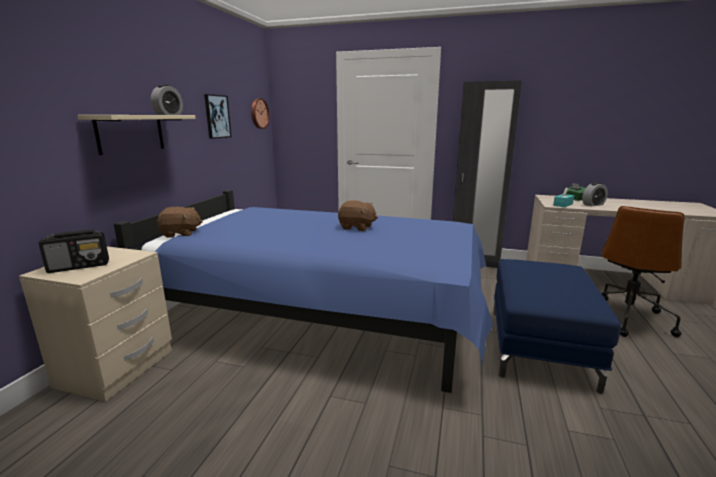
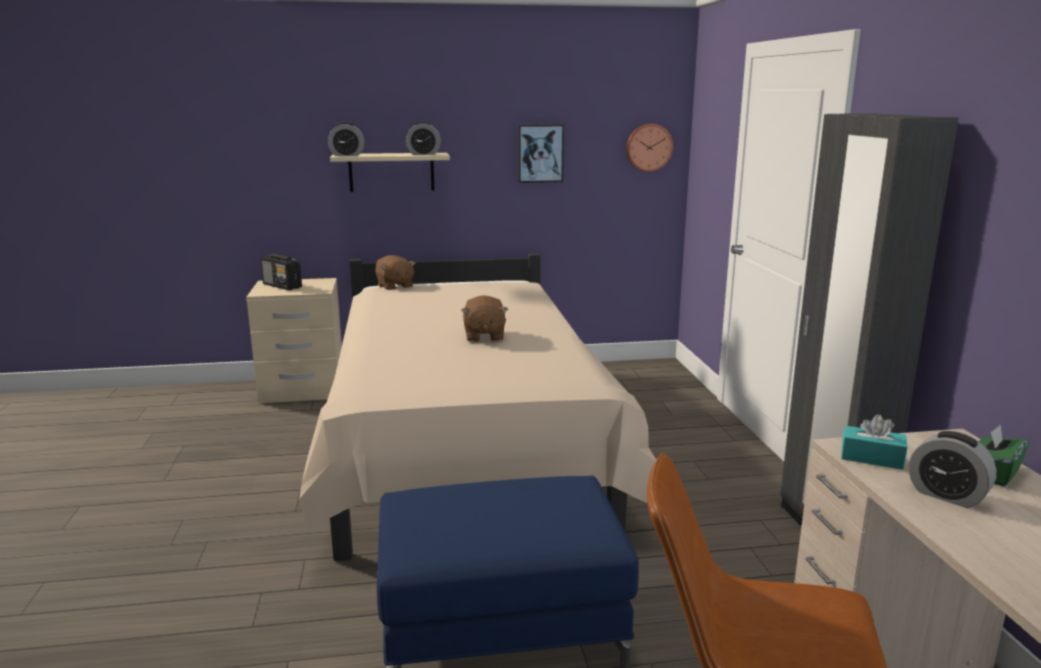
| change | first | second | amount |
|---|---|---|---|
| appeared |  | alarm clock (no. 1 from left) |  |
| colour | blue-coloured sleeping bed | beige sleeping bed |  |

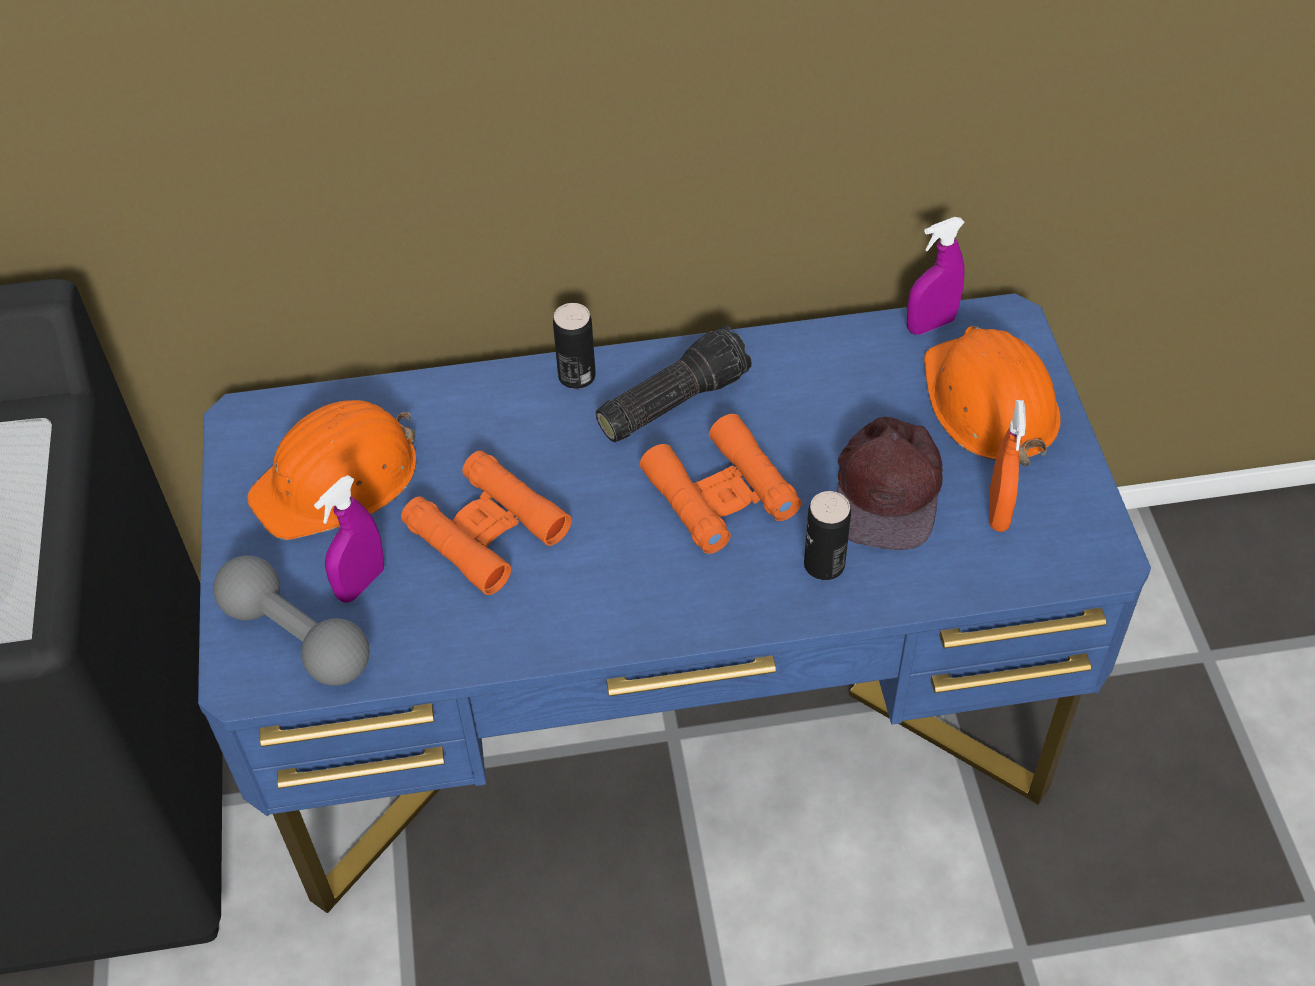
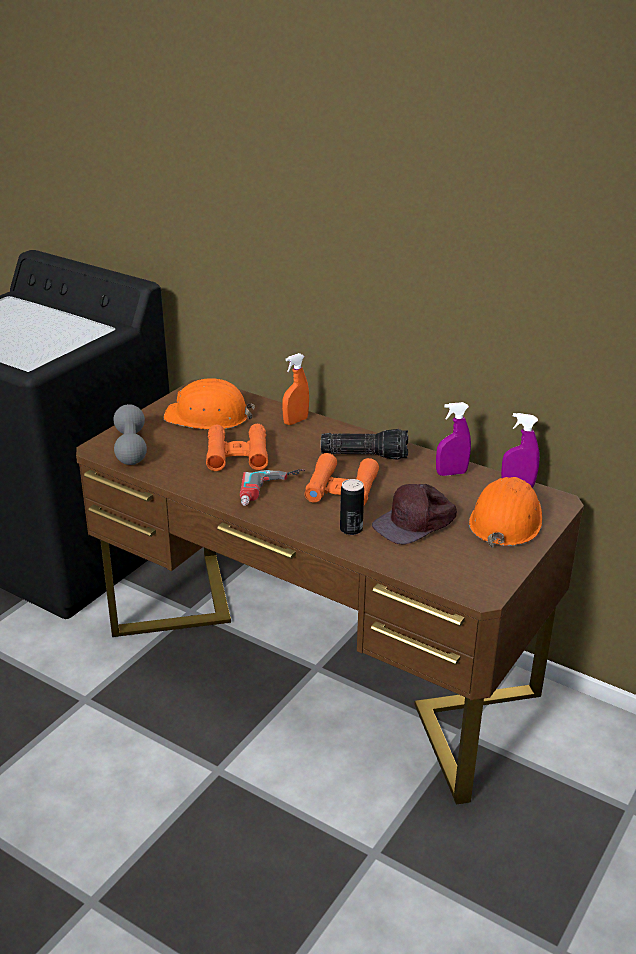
| change | first | second | amount |
|---|---|---|---|
| missing | can (no. 1 from left) |  |  |
| appeared |  | drill |  |
| relocated | purplish spray bottle (no. 1 from left) |  |  |
| relocated | orangey spray bottle |  |  |
| colour | blue-coloured desk | brown desk |  |

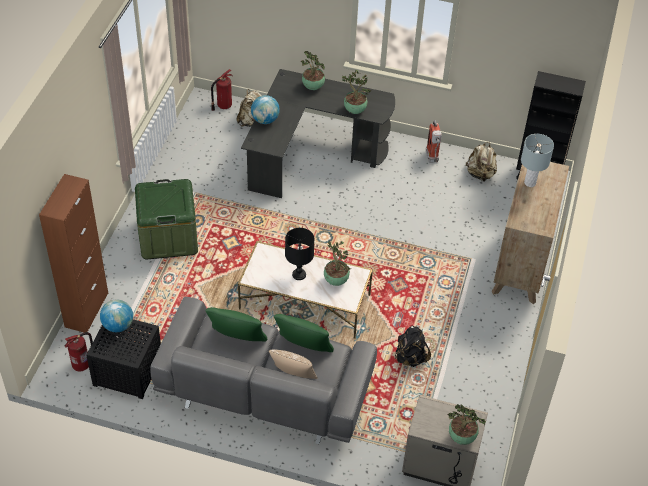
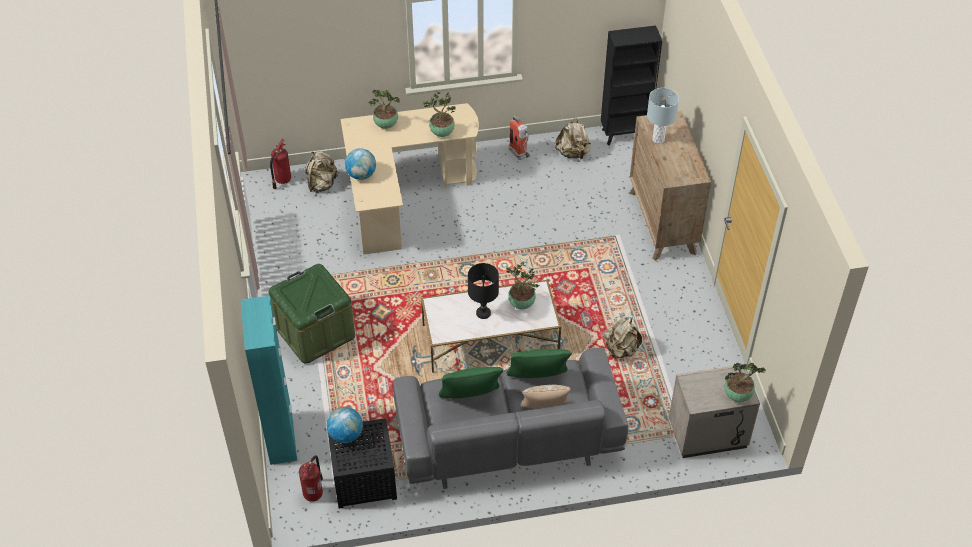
| change | first | second | amount |
|---|---|---|---|
| colour | brown storage cabinet | turquoise-coloured storage cabinet |  |
| colour | black desk | beige desk |  |
| colour | black knapsack | beige knapsack (no. 3 from left) |  |

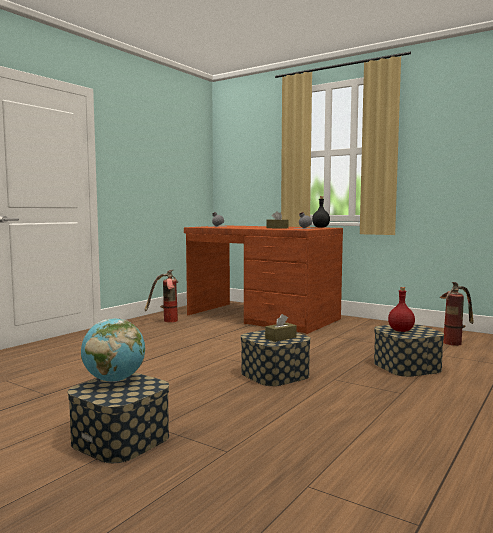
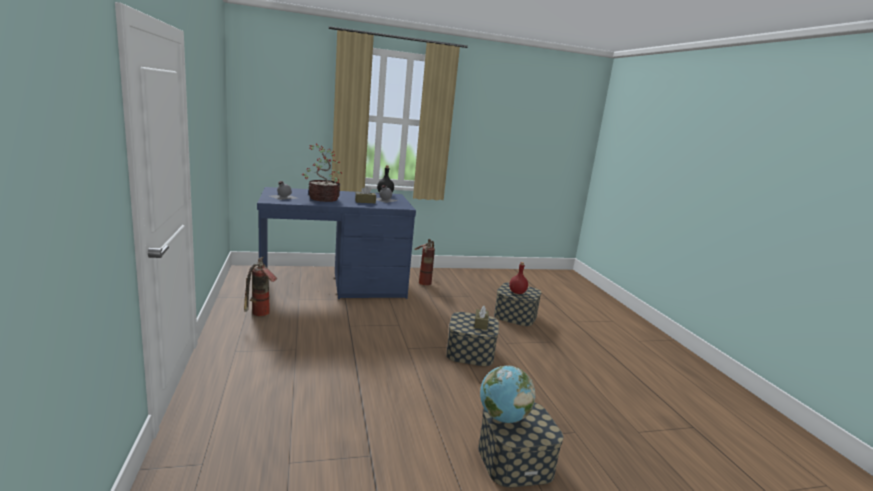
| change | first | second | amount |
|---|---|---|---|
| appeared |  | potted plant |  |
| relocated | extinguisher (no. 2 from left) |  |  |
| colour | brown desk | blue-coloured desk |  |

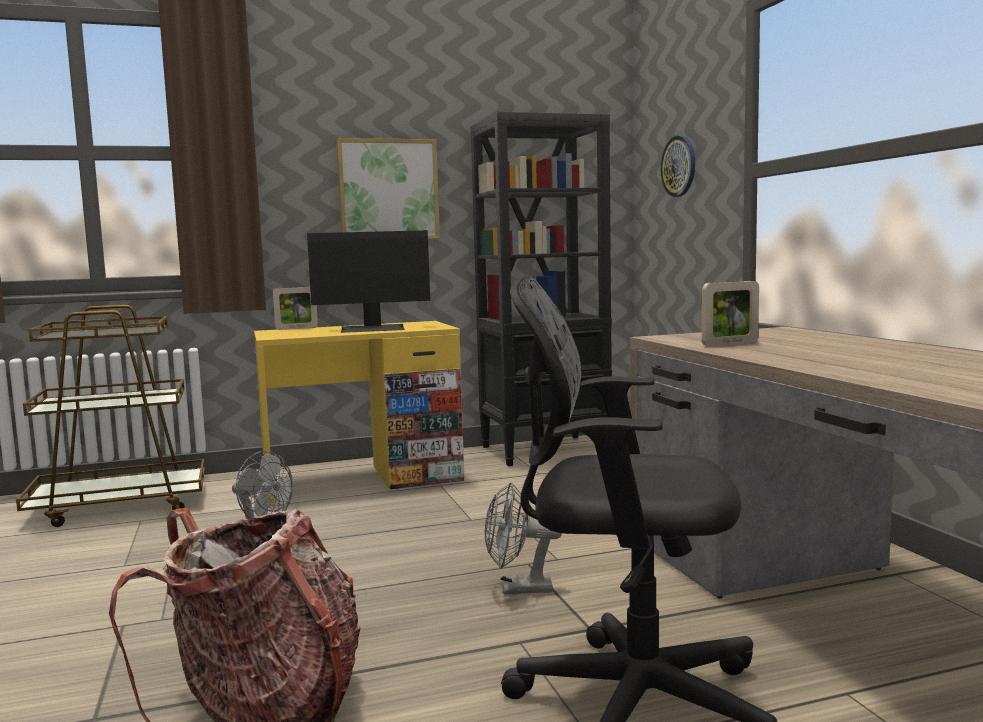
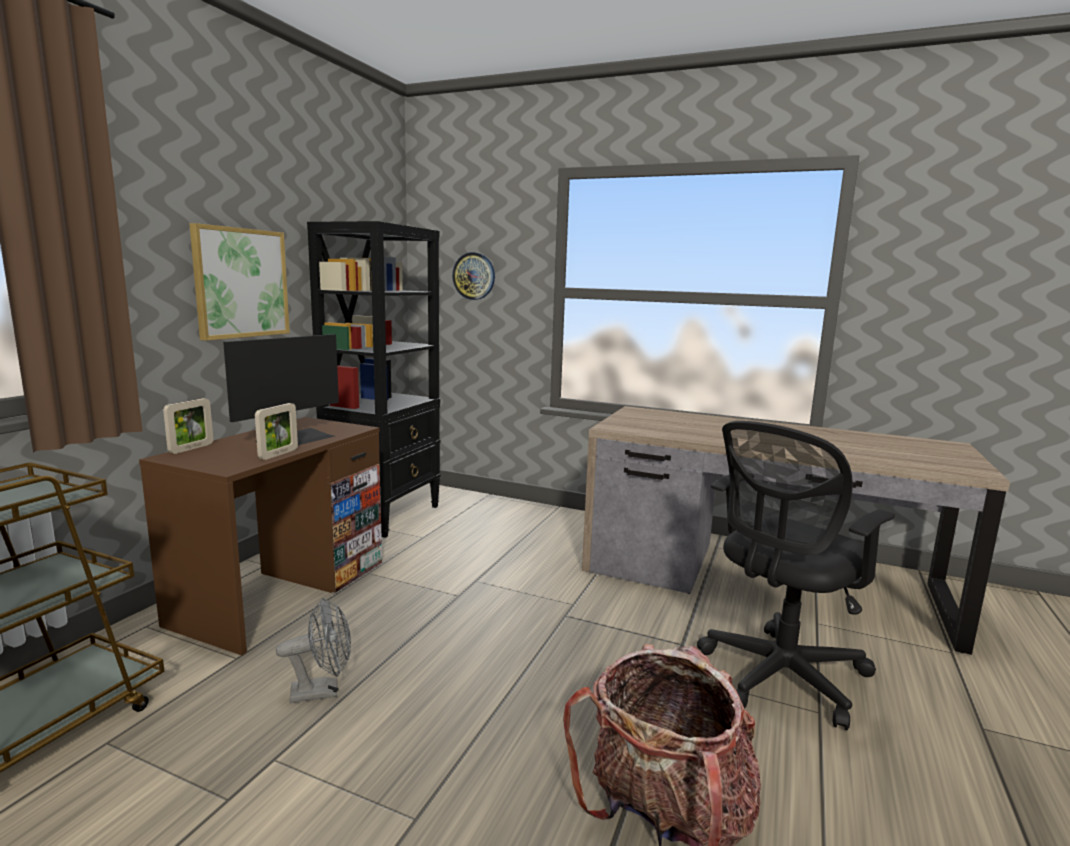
| change | first | second | amount |
|---|---|---|---|
| missing | gray cooling fan (no. 2 from left) |  |  |
| relocated | photo frame (no. 2 from left) |  |  |
| colour | yellow-coloured desk | brown desk (no. 1 from left) |  |

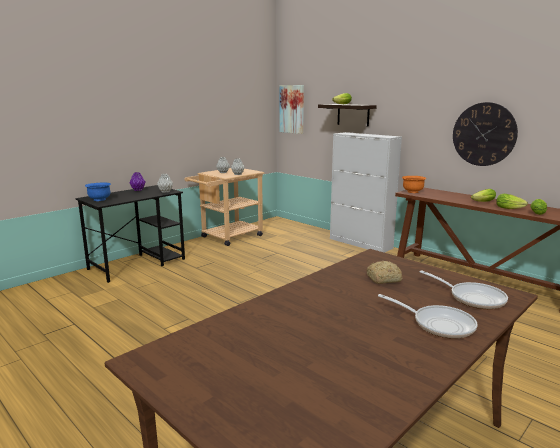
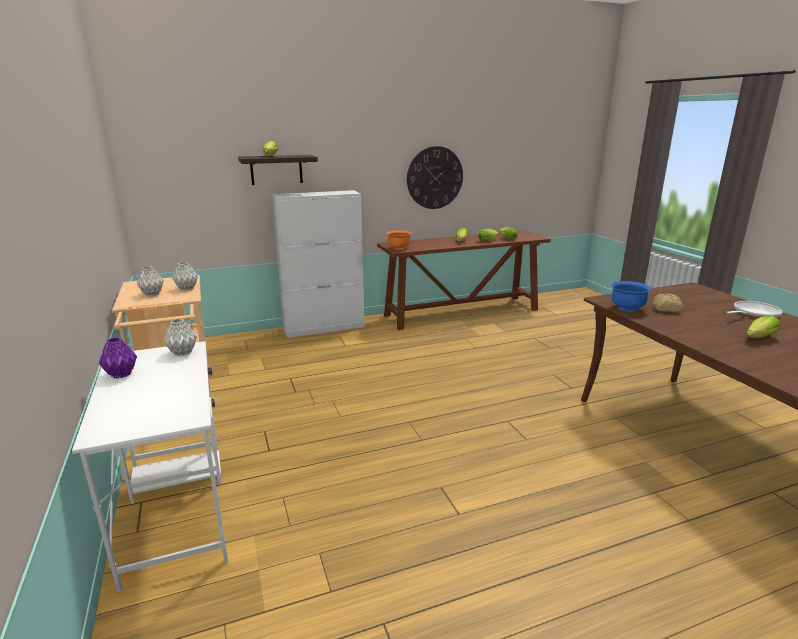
| change | first | second | amount |
|---|---|---|---|
| missing | wall art |  |  |
| missing | frying pan (no. 2 from left) |  |  |
| appeared |  | lettuce (no. 5 from left) |  |
| relocated | blue-coloured deep dish |  |  |
| colour | black desk | white-coloured desk |  |

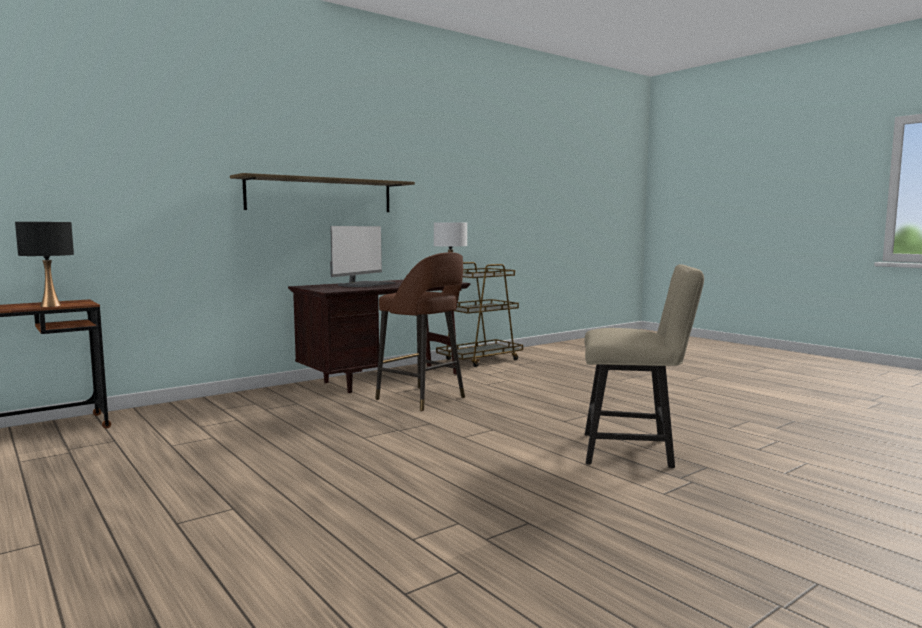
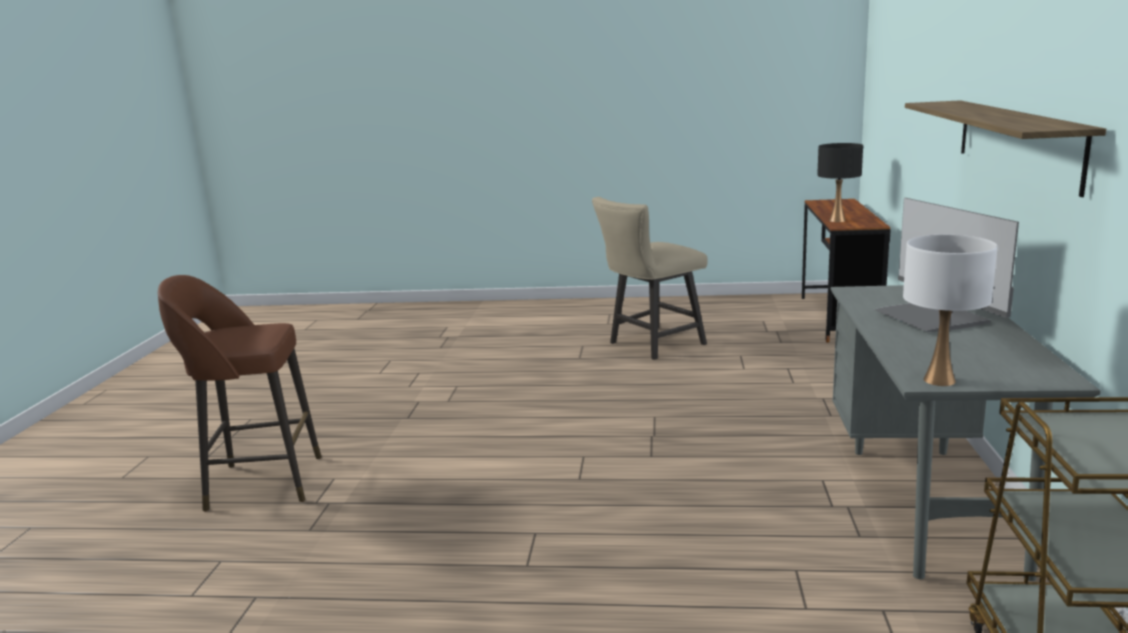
| change | first | second | amount |
|---|---|---|---|
| relocated | brown stool seat |  |  |
| relocated | beige chair |  |  |
| colour | brown desk (no. 2 from left) | gray desk |  |

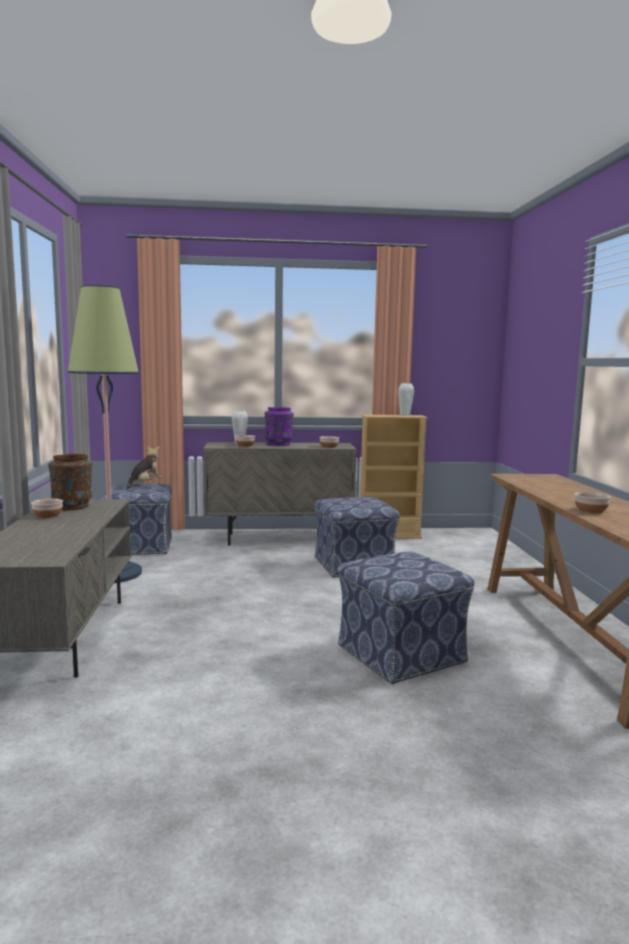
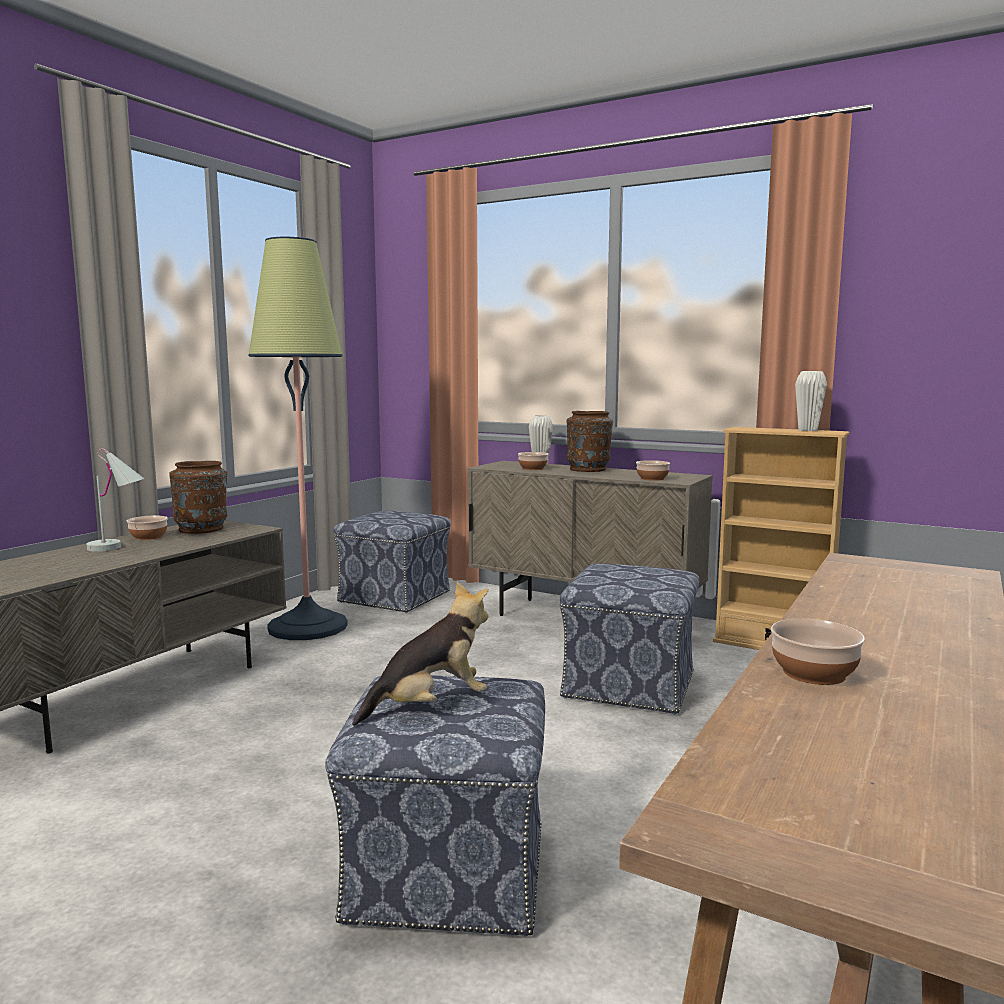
| change | first | second | amount |
|---|---|---|---|
| appeared |  | white-coloured table lamp |  |
| relocated | cuddly toy |  |  |
| colour | purplish flower vase | brown flower vase (no. 2 from left) |  |

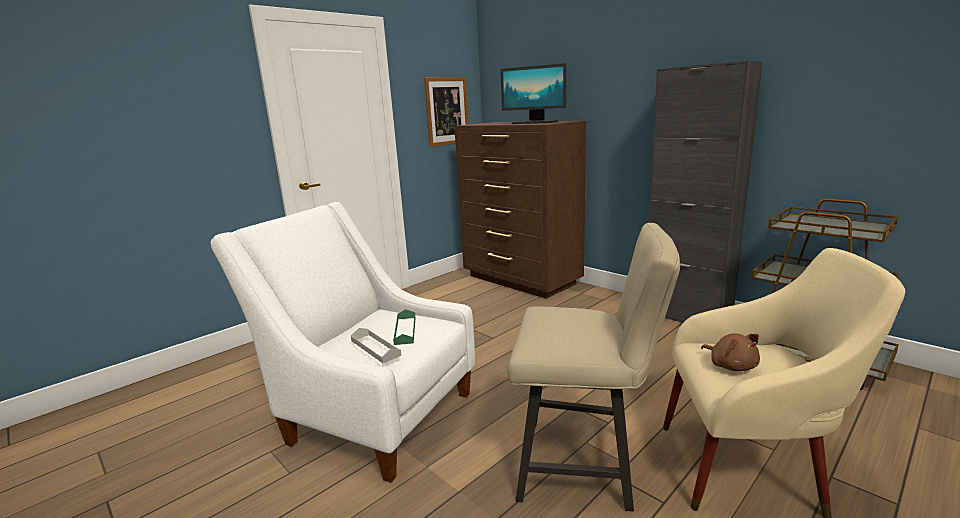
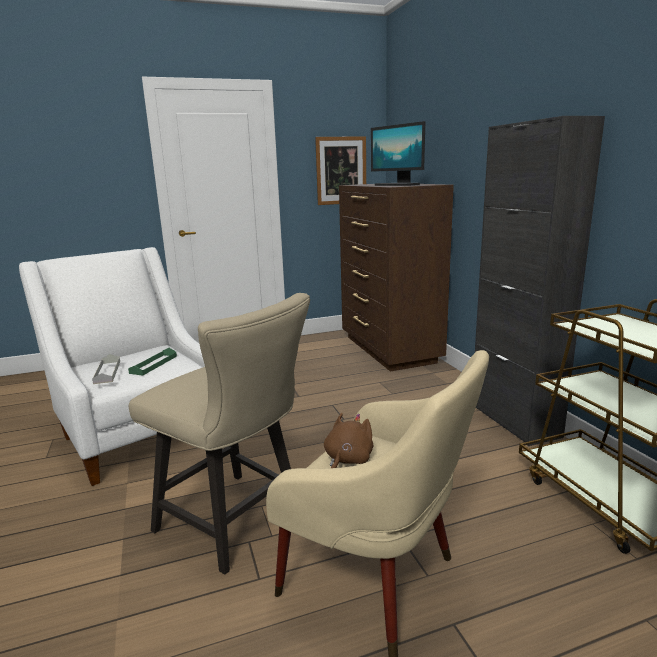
| change | first | second | amount |
|---|---|---|---|
| spun | brown cuddly toy |  | 150 degrees counterclockwise |

